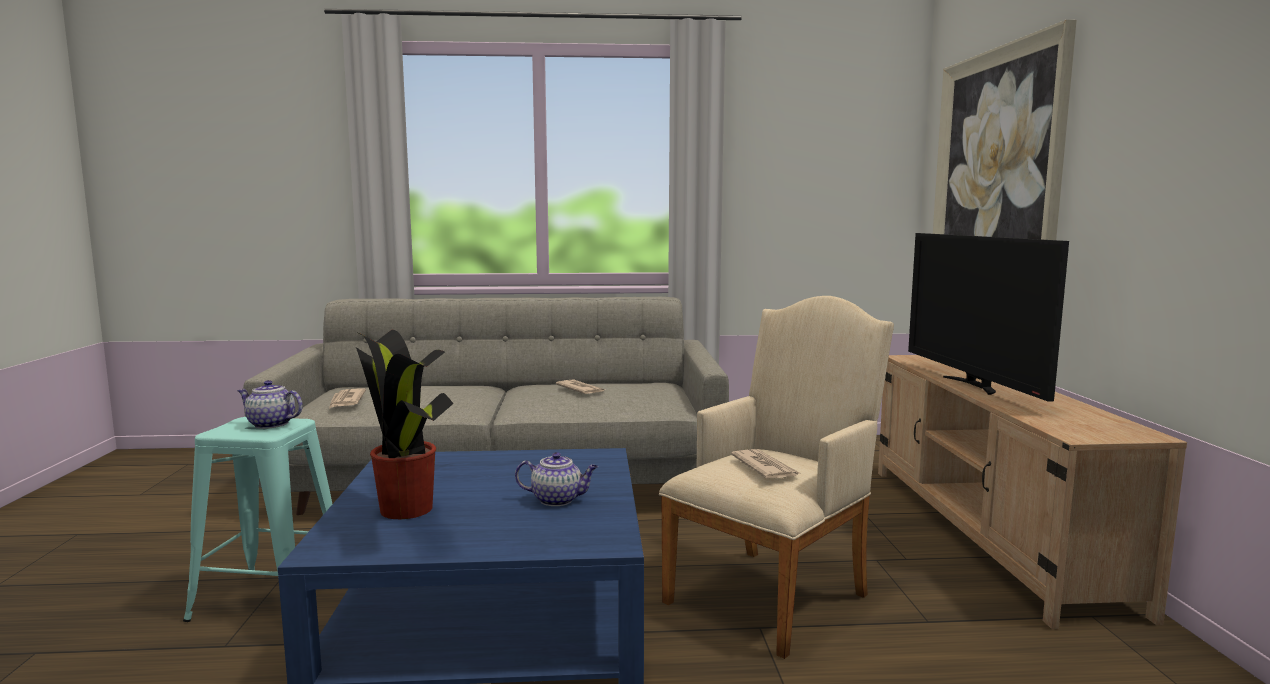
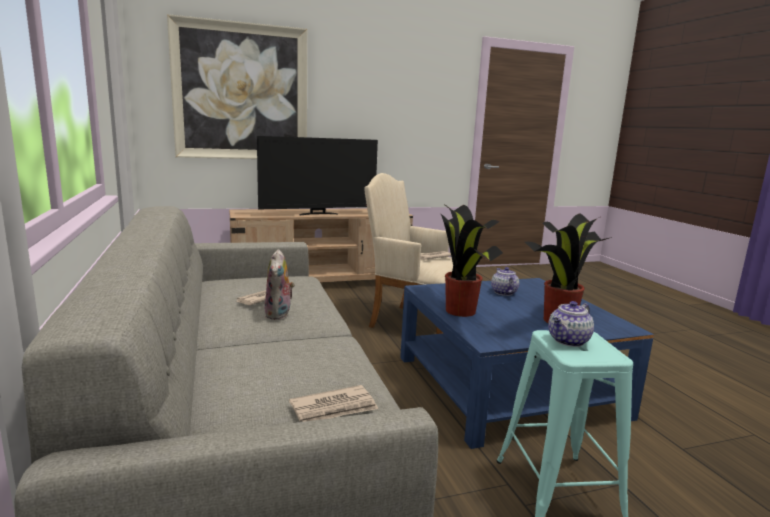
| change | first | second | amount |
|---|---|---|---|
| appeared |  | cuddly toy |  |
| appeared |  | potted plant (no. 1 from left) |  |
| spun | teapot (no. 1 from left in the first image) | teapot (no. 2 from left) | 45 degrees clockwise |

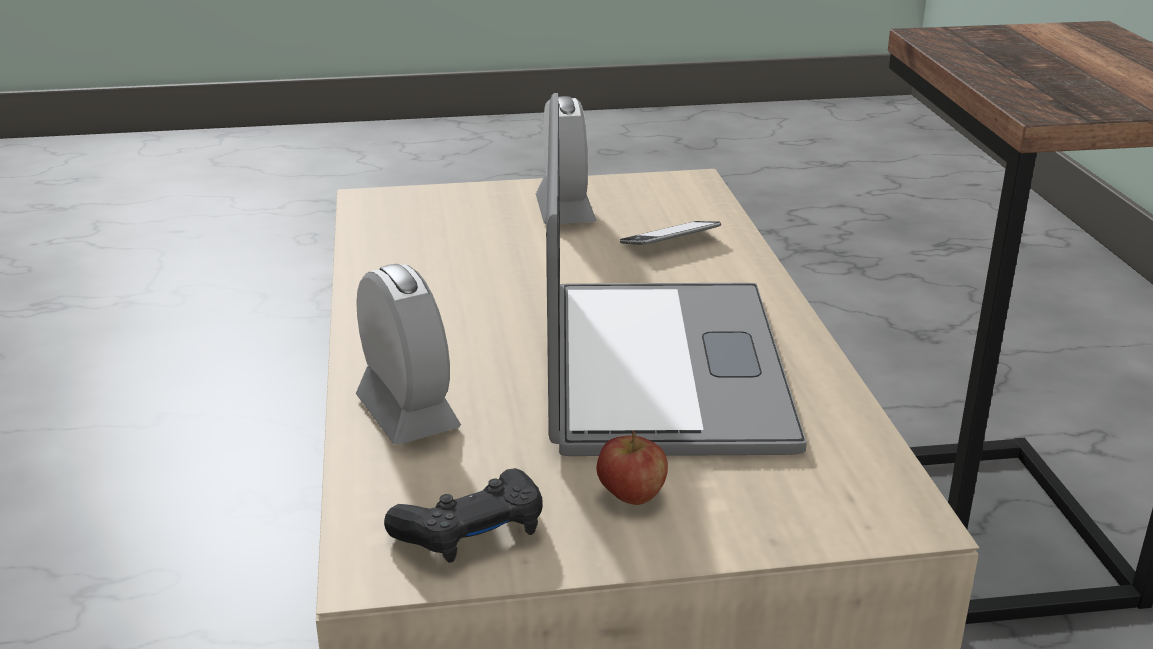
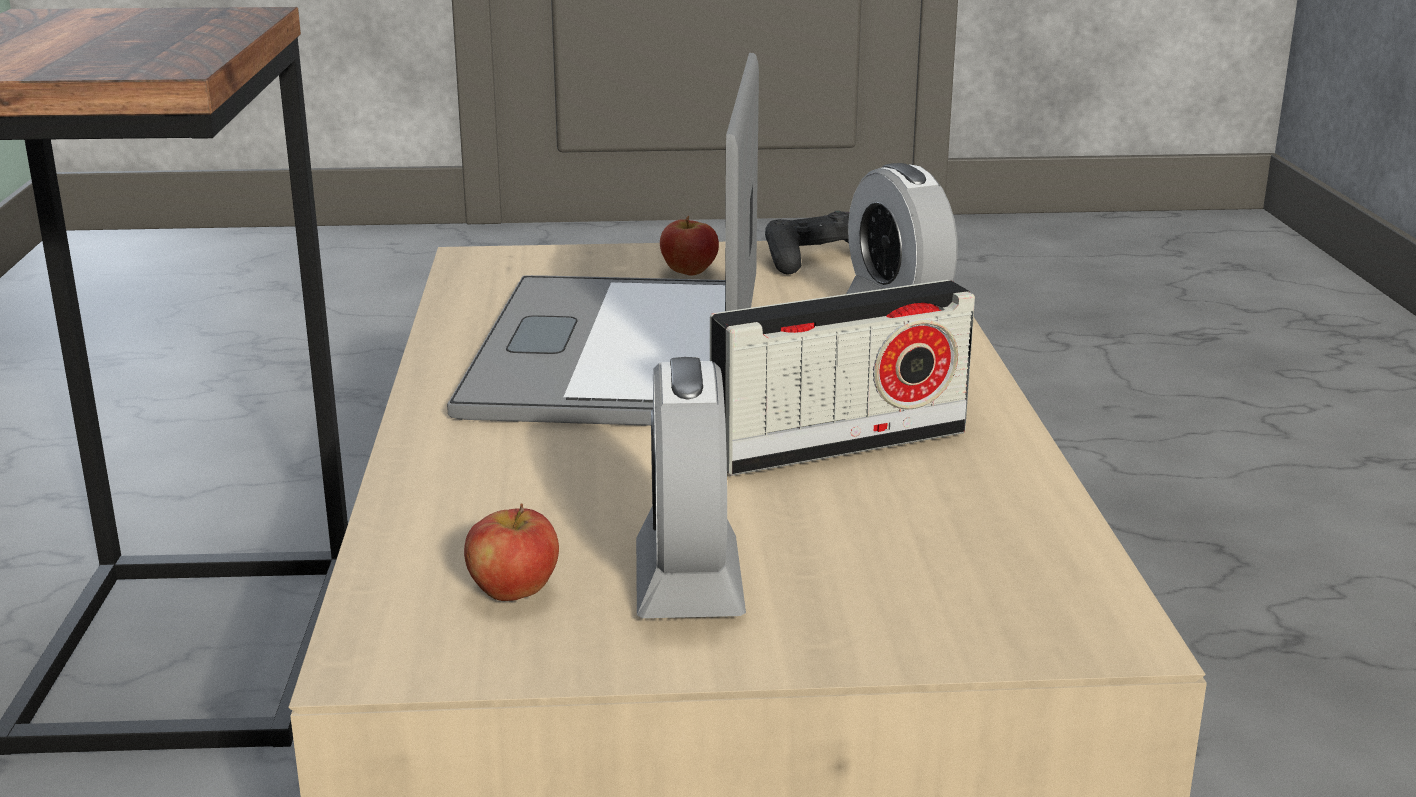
| change | first | second | amount |
|---|---|---|---|
| missing | handset |  |  |
| appeared |  | apple (no. 1 from left) |  |
| appeared |  | radio |  |

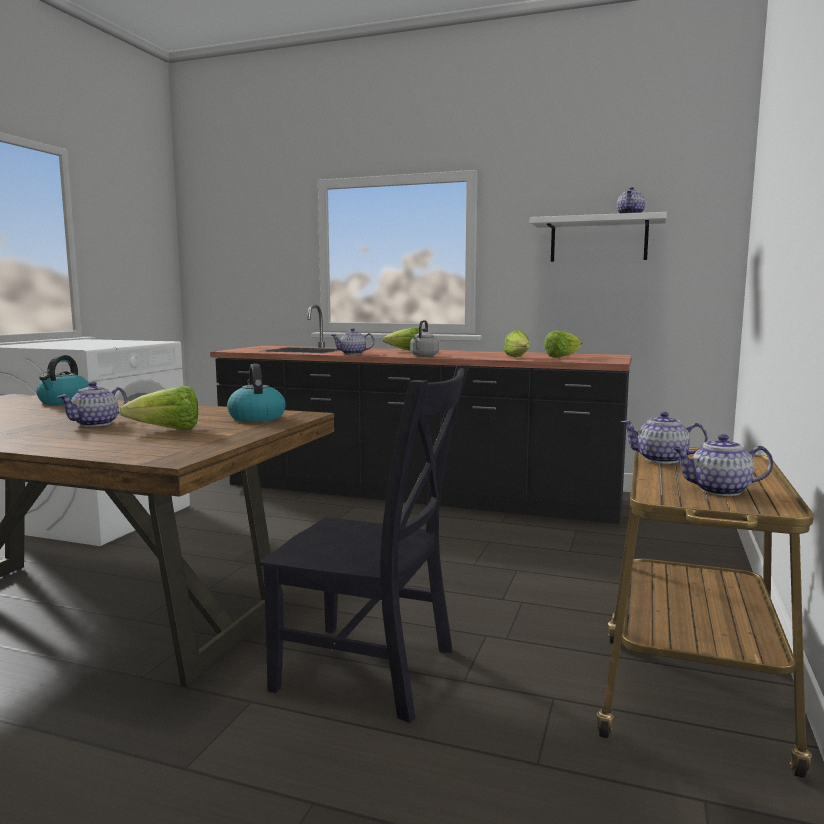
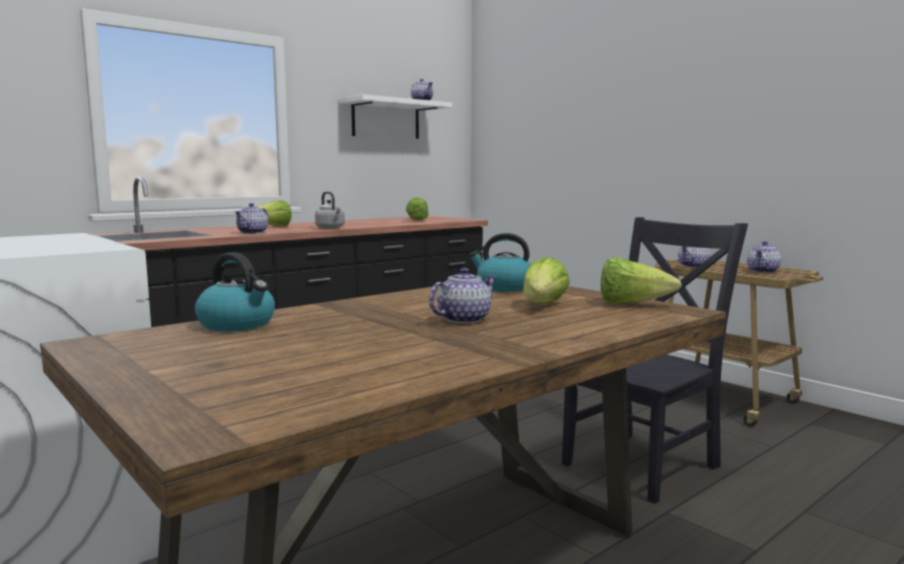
| change | first | second | amount |
|---|---|---|---|
| relocated | lettuce (no. 3 from left in the first image) | lettuce (no. 4 from left) |  |
| spun | teapot (no. 1 from left in the first image) | teapot (no. 3 from left) | 105 degrees counterclockwise |

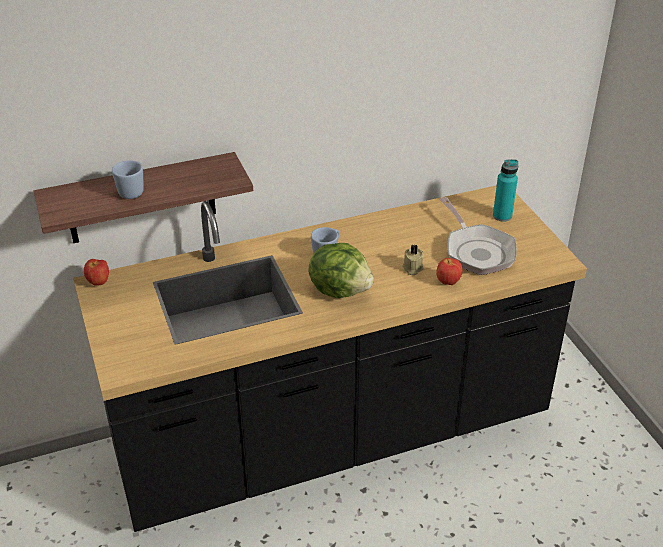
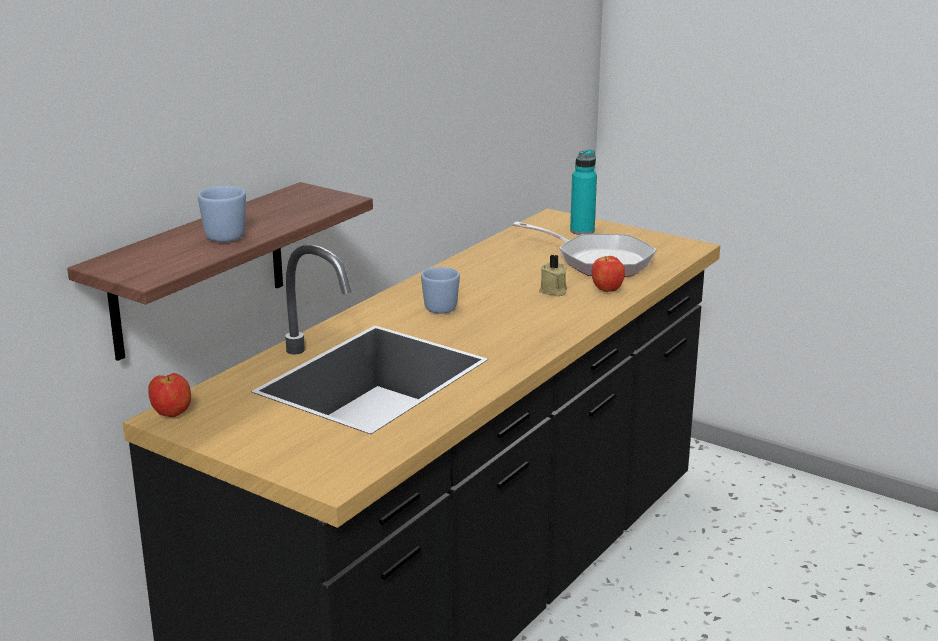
| change | first | second | amount |
|---|---|---|---|
| missing | lettuce |  |  |

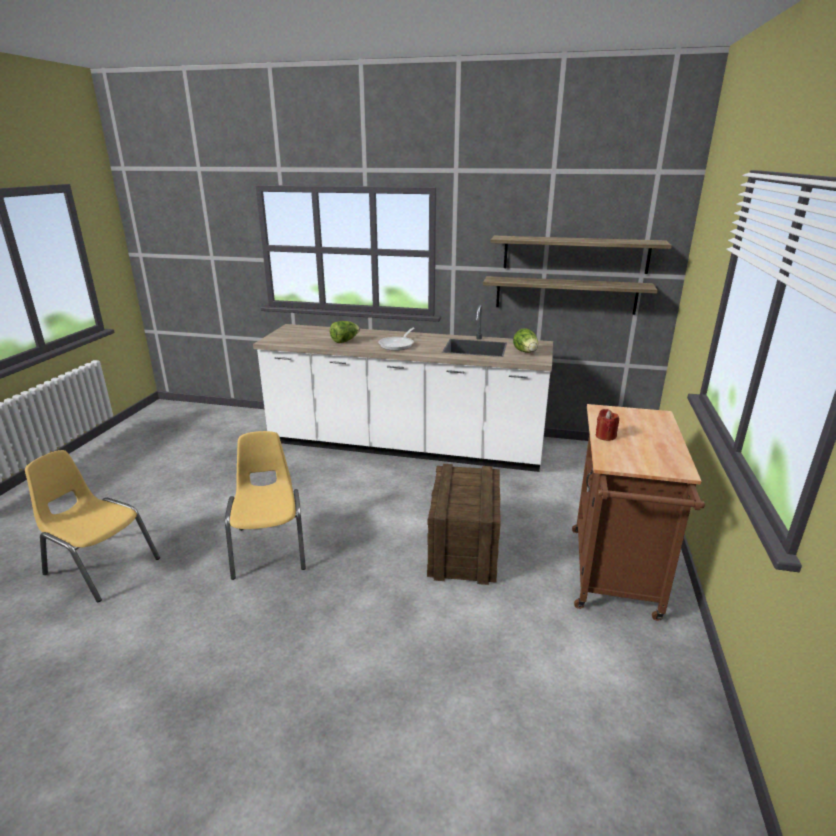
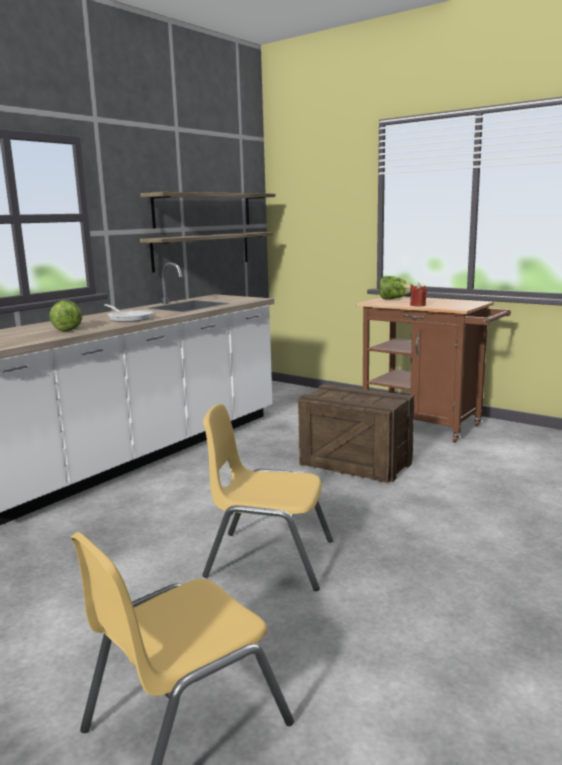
| change | first | second | amount |
|---|---|---|---|
| relocated | lettuce (no. 2 from left) |  |  |

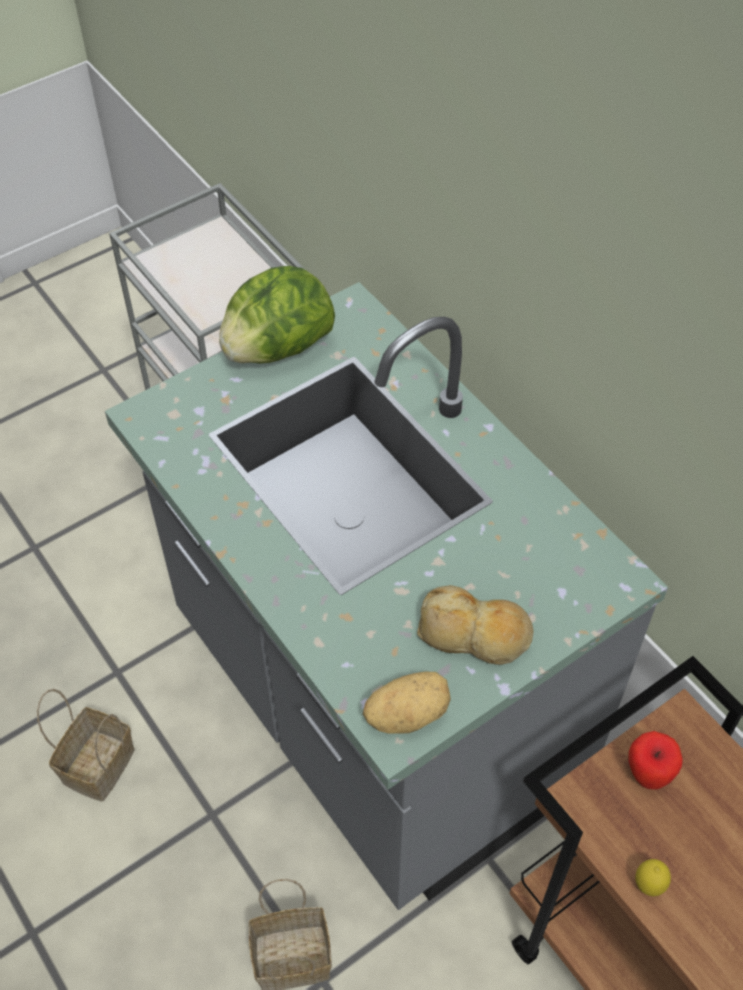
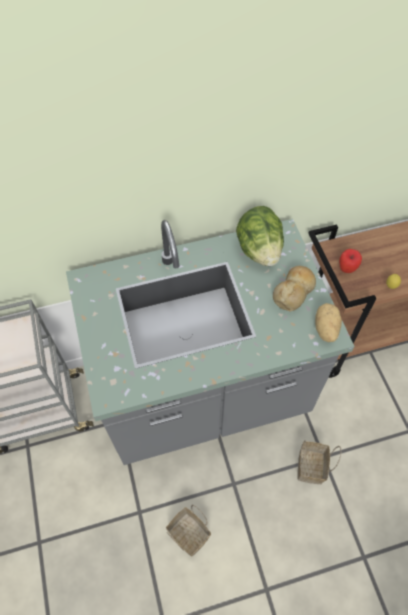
| change | first | second | amount |
|---|---|---|---|
| relocated | lettuce |  |  |

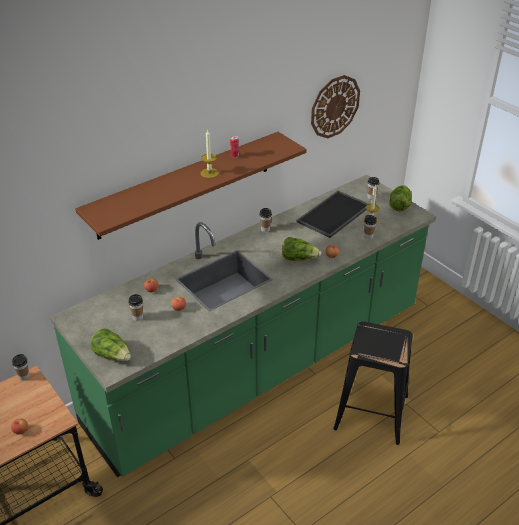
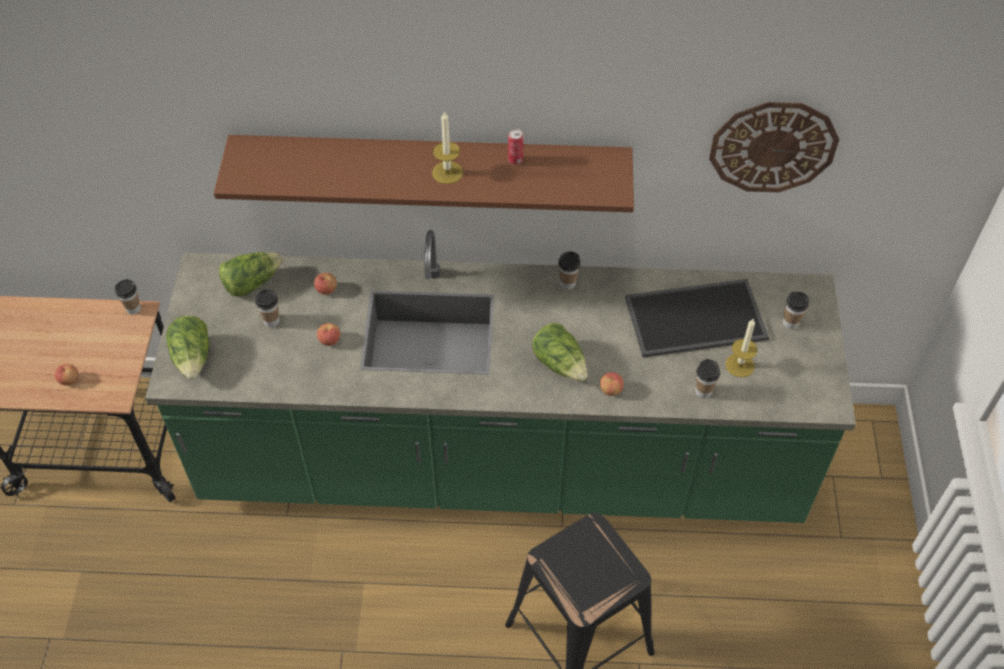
| change | first | second | amount |
|---|---|---|---|
| relocated | lettuce (no. 3 from left in the first image) | lettuce (no. 2 from left) |  |

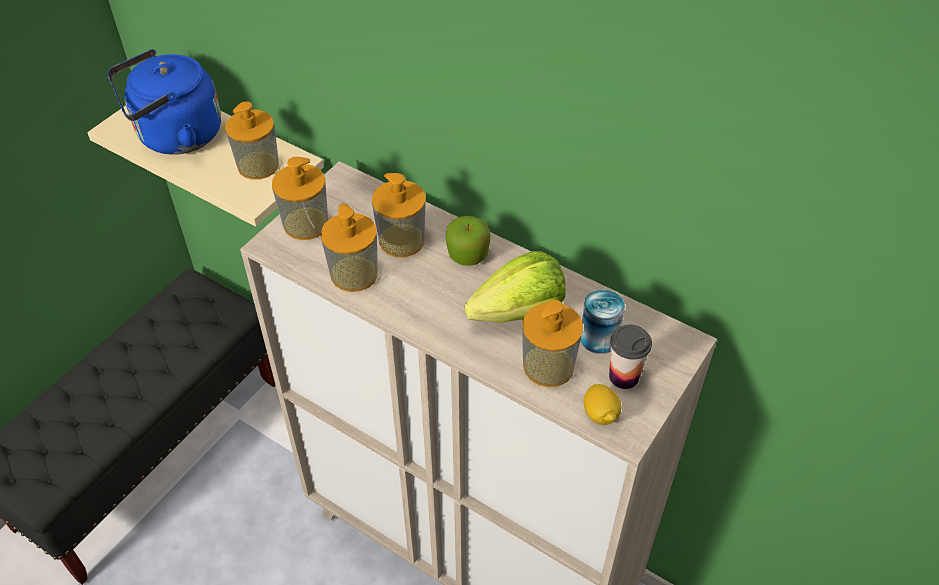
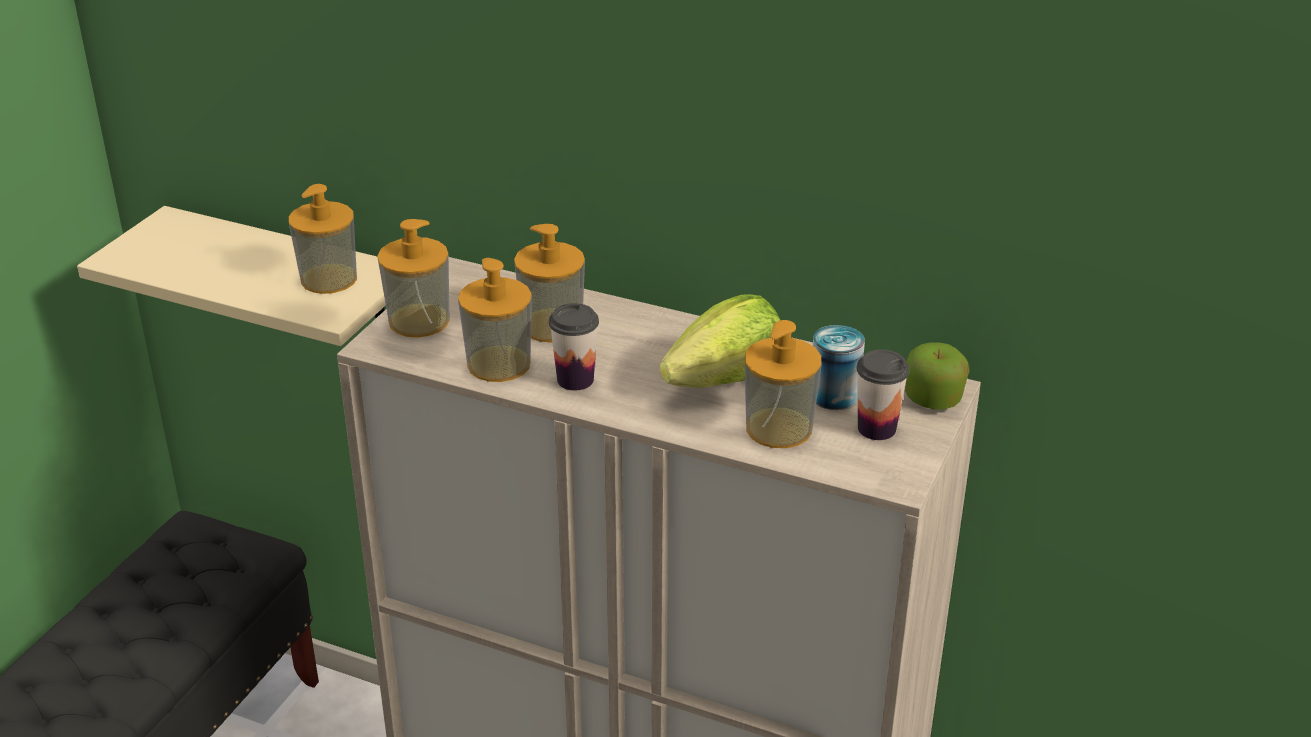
| change | first | second | amount |
|---|---|---|---|
| missing | blue-coloured water kettle |  |  |
| missing | lemon |  |  |
| appeared |  | small cup (no. 1 from left) |  |
| relocated | apple |  |  |

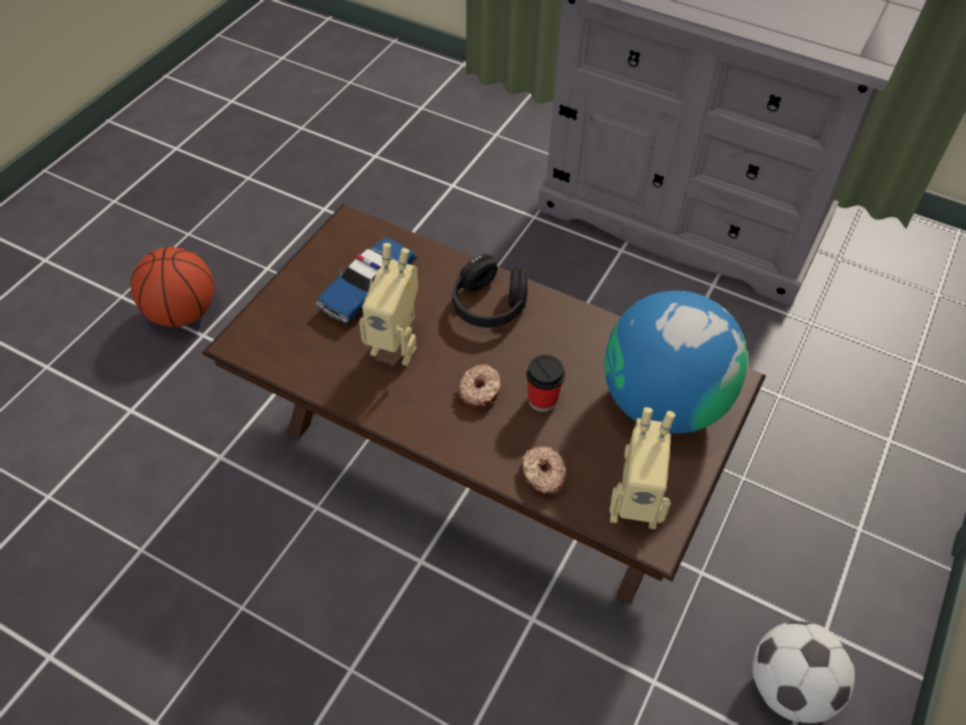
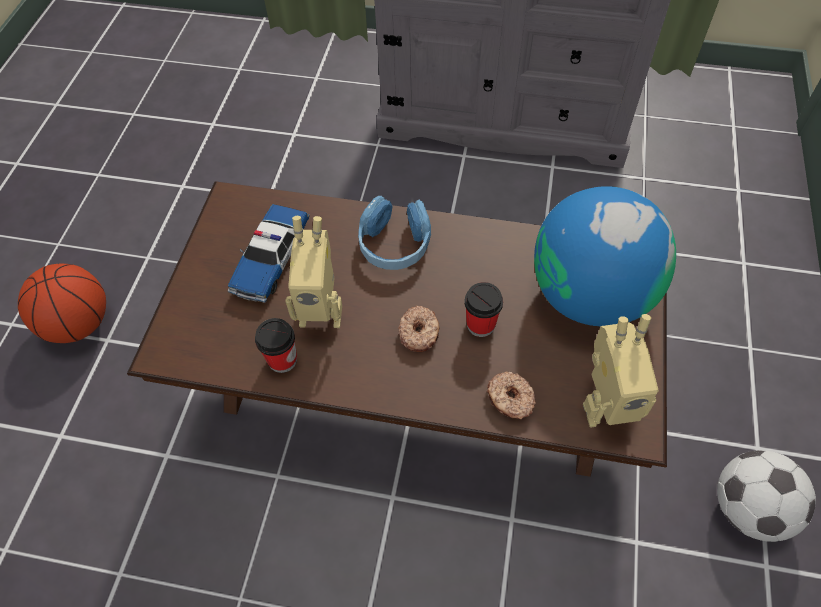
| change | first | second | amount |
|---|---|---|---|
| appeared |  | small cup (no. 1 from left) |  |
| colour | black headset | blue-coloured headset |  |

